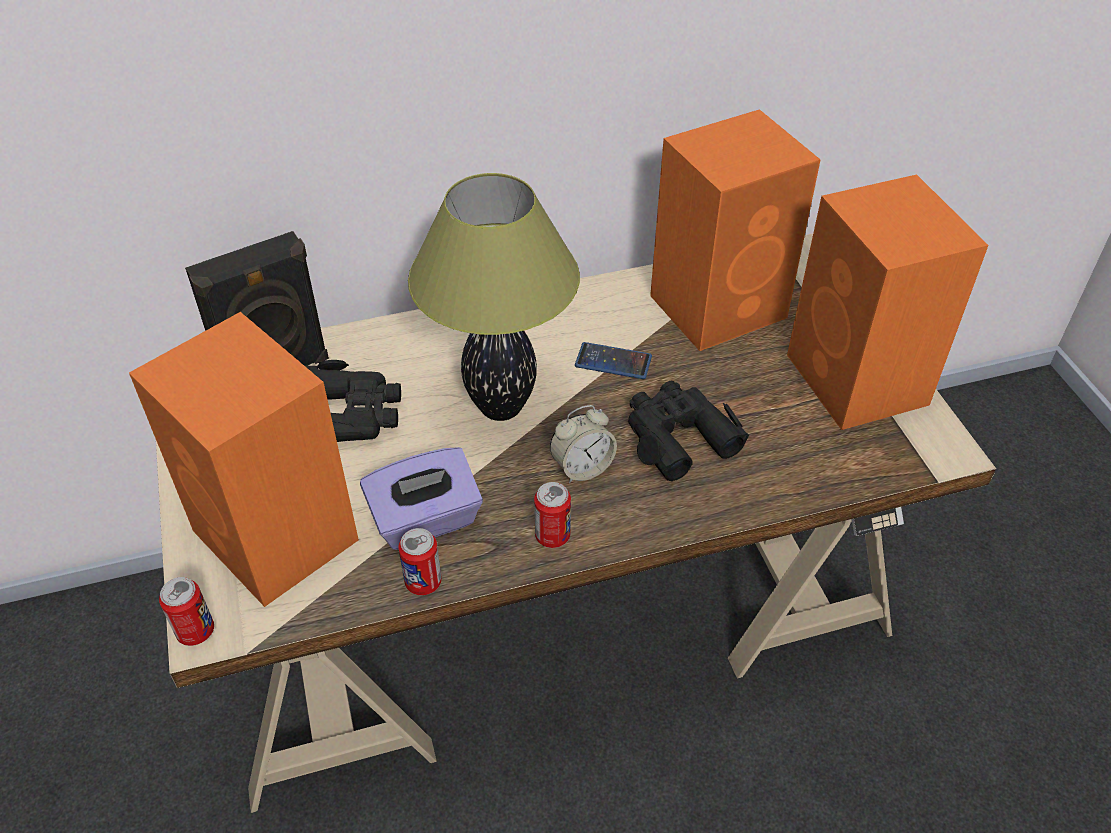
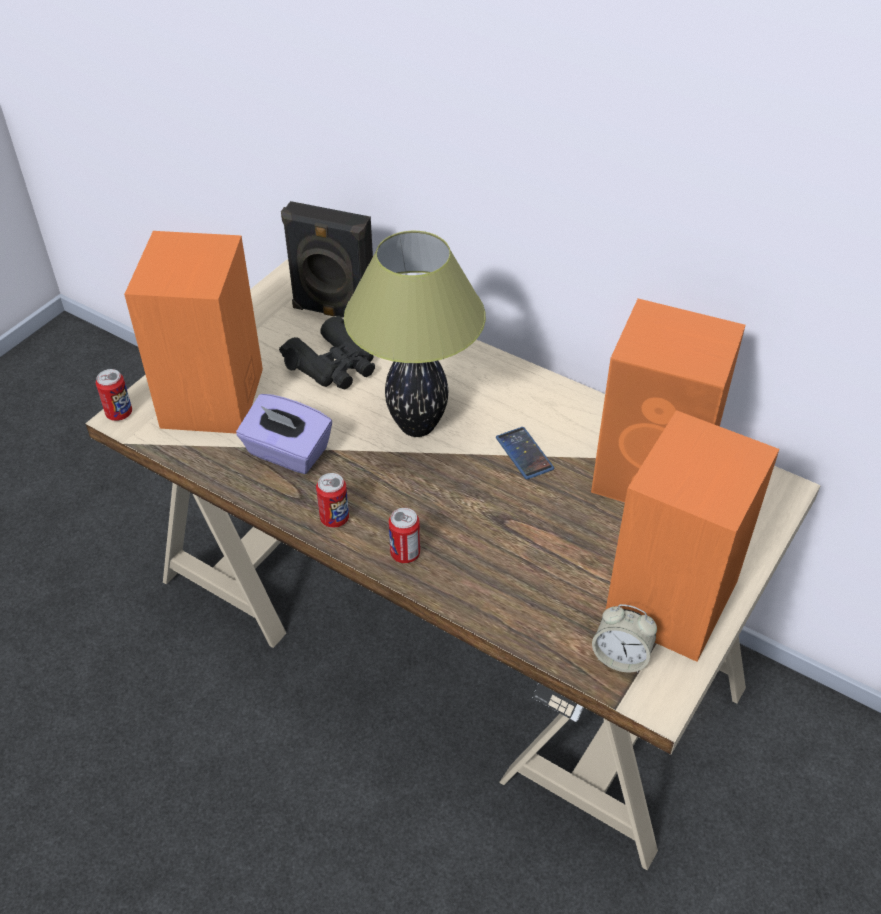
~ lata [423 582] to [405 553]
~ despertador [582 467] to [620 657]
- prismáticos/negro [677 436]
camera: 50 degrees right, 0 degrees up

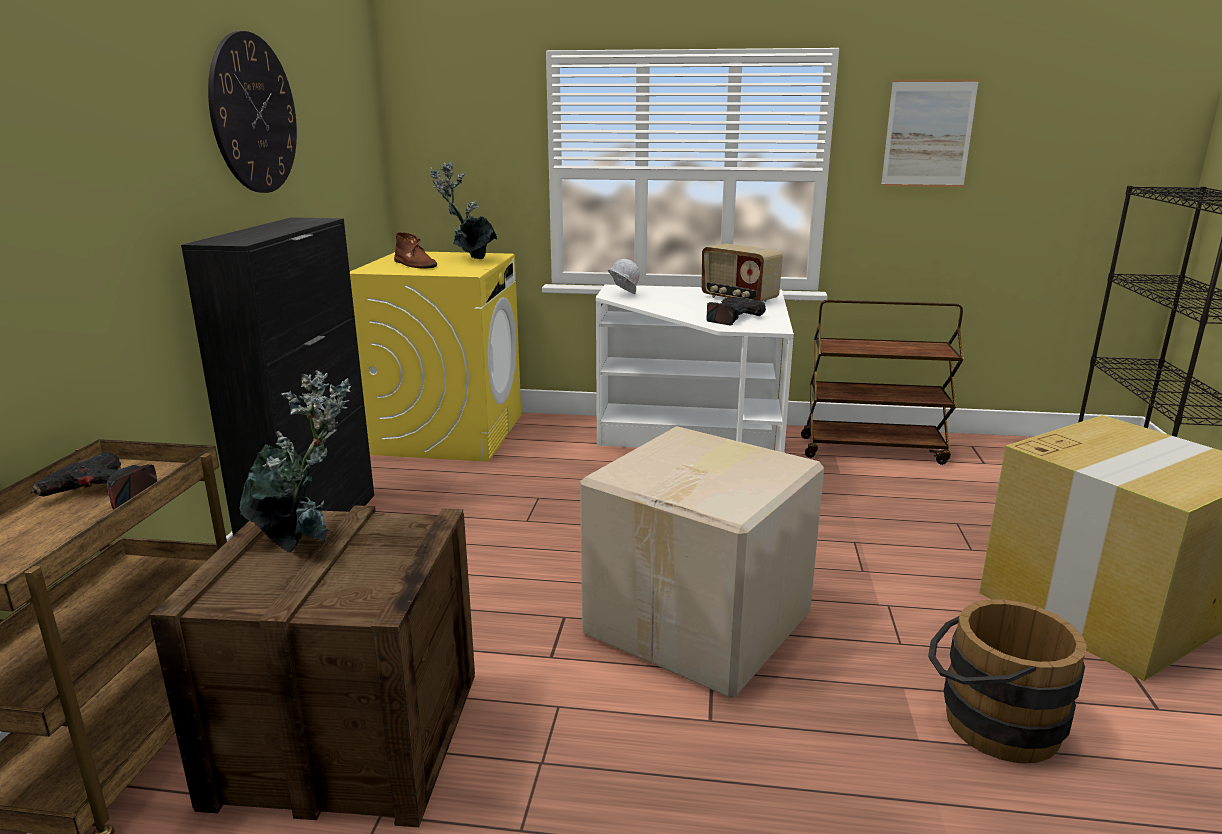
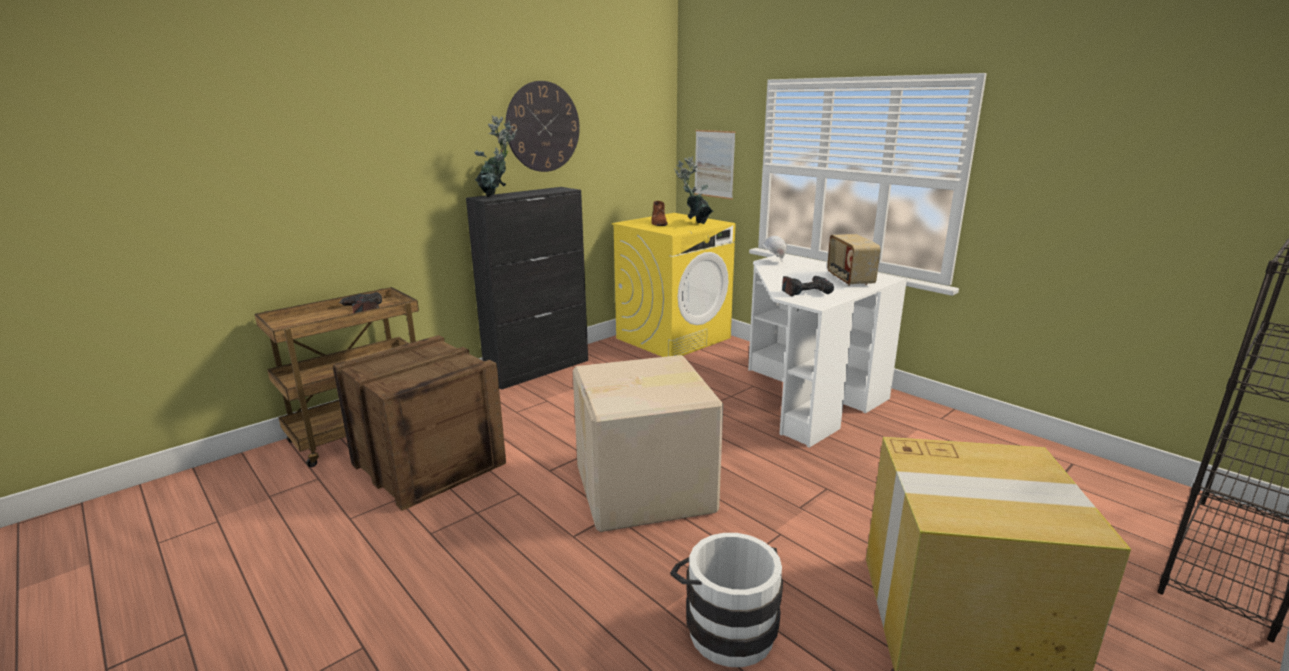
~ planta en maceta [304 542] to [496 196]
- carrito/marrón [873 450]
~ cuadro [928 134] to [714 164]
~ cubo/marrón [989 721] to cubo/blanco [726 626]
camera: 40 degrees right, 0 degrees up

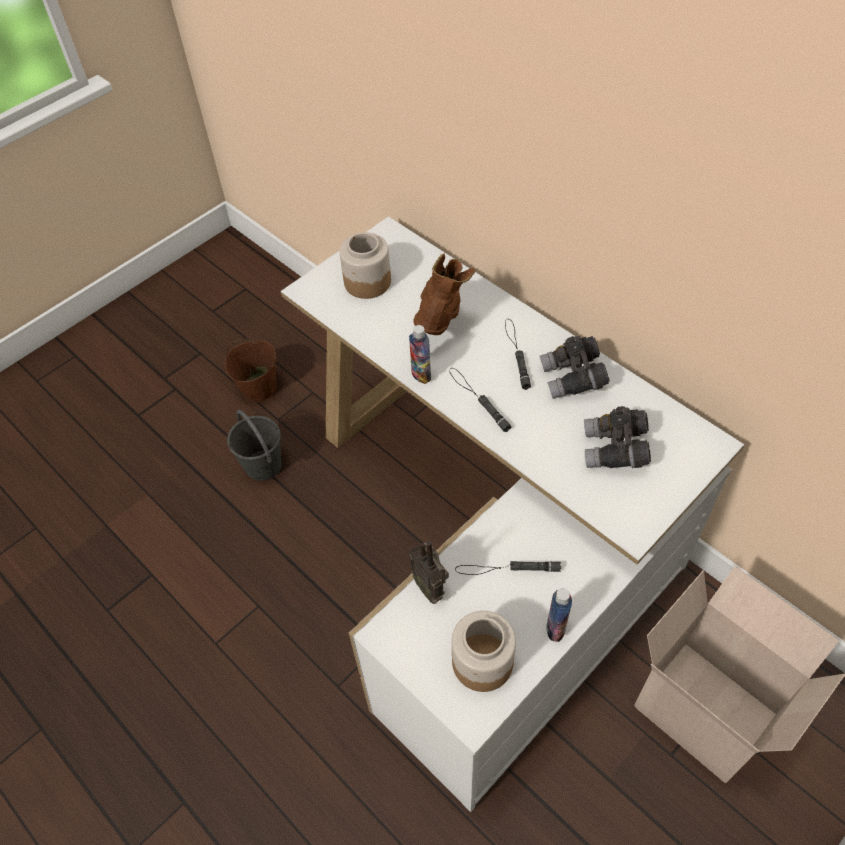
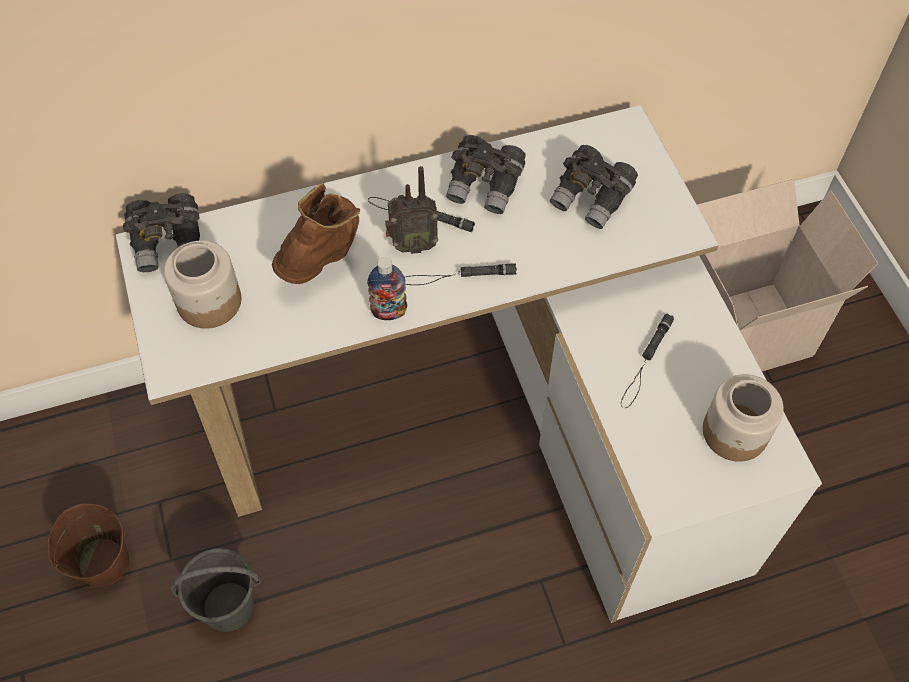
~ radio [430 587] to [412 245]
~ bota/marrón [441 320] = [324 258] 75 degrees clockwise
- botella [555 628]
+ prismáticos/gris [169 243]
camera: 65 degrees left, 5 degrees up

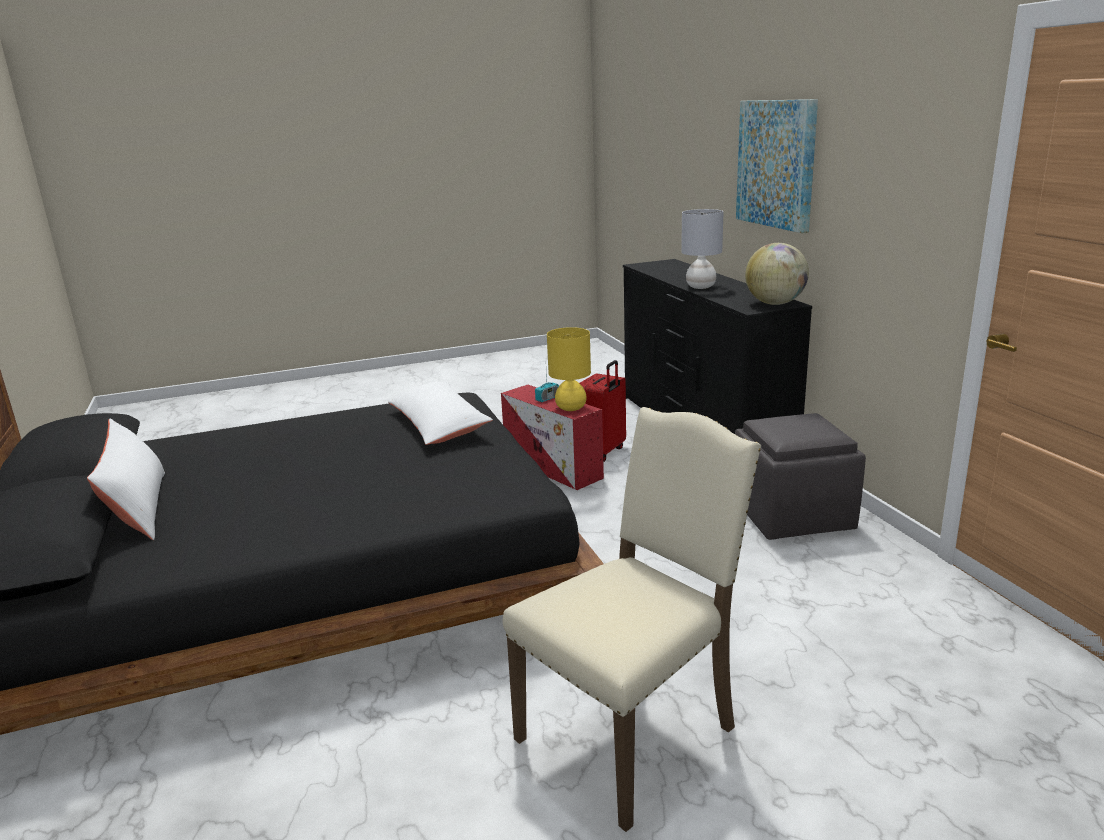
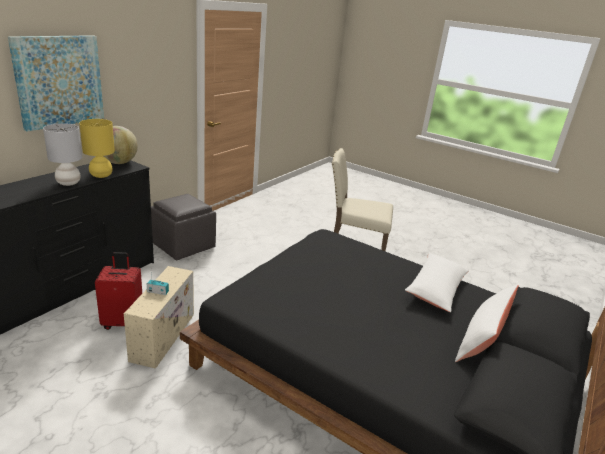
~ cojín/blanco [438 425] to [436 288]
~ caja de almacenaje/rojo [554 468] to caja de almacenaje/beis [163 335]
~ lámpara de mesa/amarillo [570 408] to [101 176]
camera: 130 degrees left, 5 degrees up

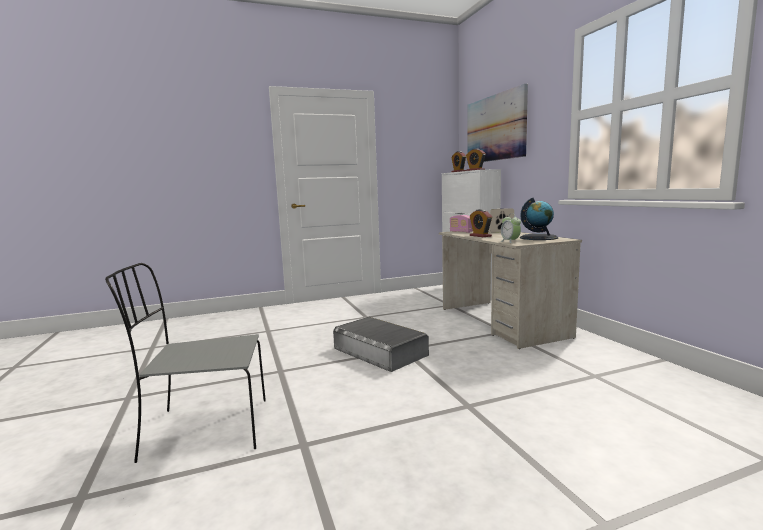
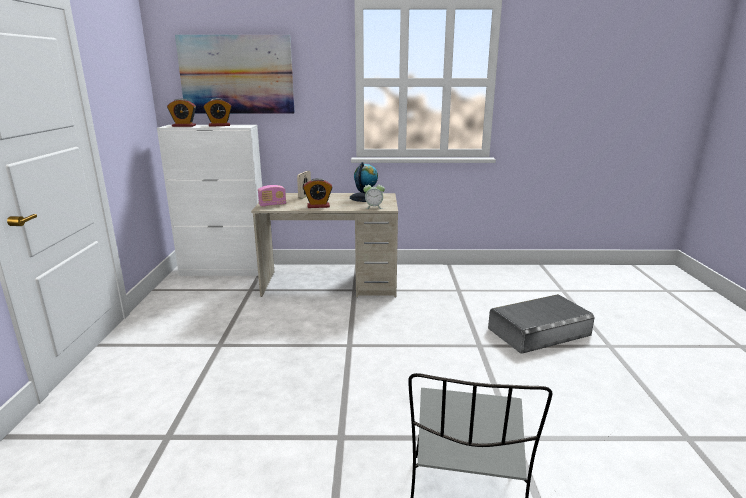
~ caja de almacenaje/gris [380 351] to [538 331]
camera: 70 degrees left, 10 degrees up

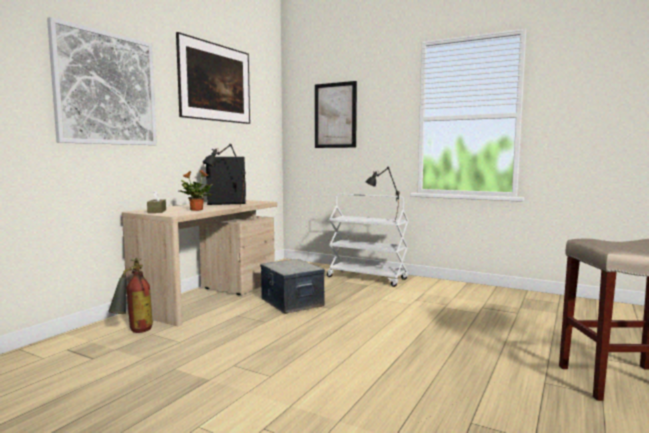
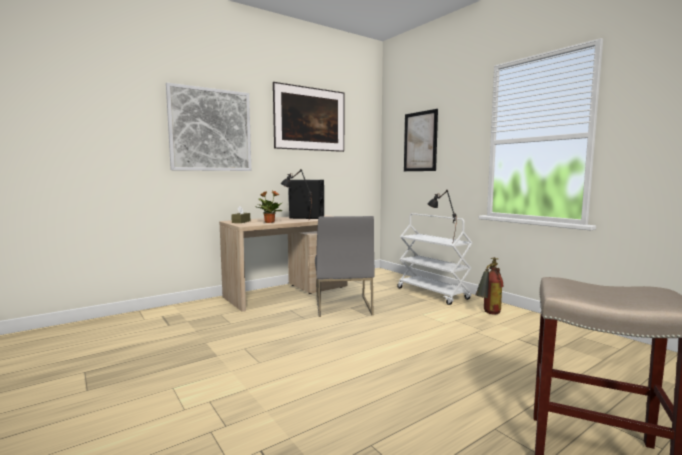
~ extintor [134 332] to [488 313]
~ caja de almacenaje [291 302] to silla/gris [342 306]
camera: 25 degrees right, 0 degrees up

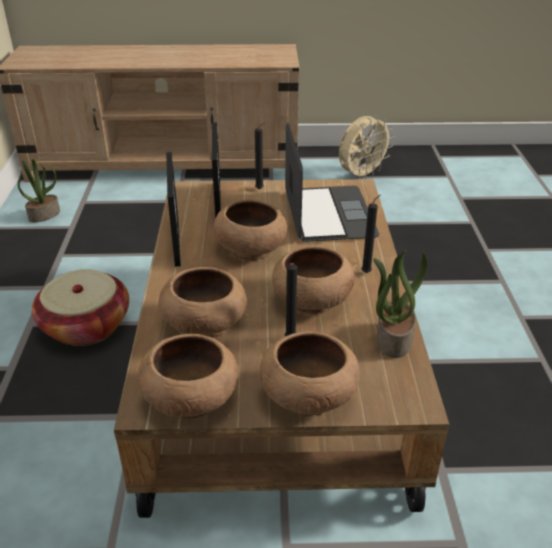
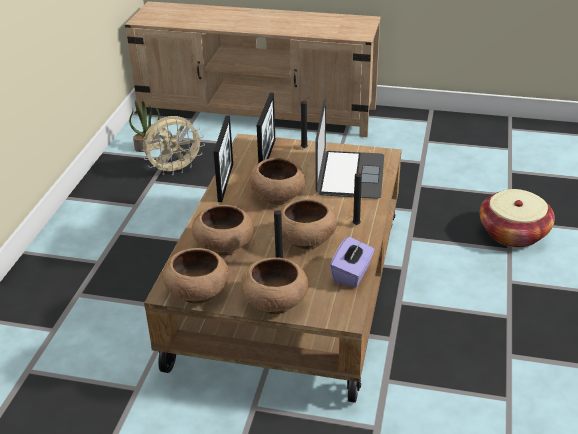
~ cesta [86 326] to [513 233]
~ ventilador/beis [361 175] to [175 170]
~ planta en maceta [393 338] to caja de pañuelos/morado [352 274]
camera: 15 degrees right, 0 degrees up

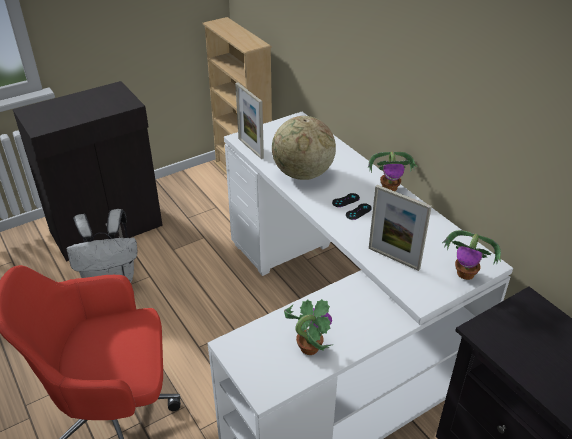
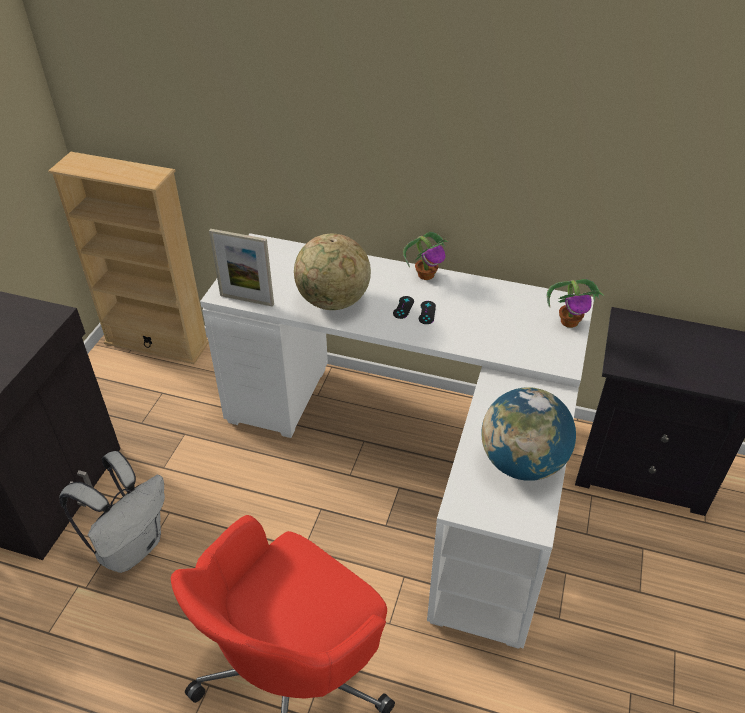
~ planta en maceta [308 347] to globo terráqueo [522 463]
- portarretratos [393 258]
camera: 40 degrees left, 5 degrees up

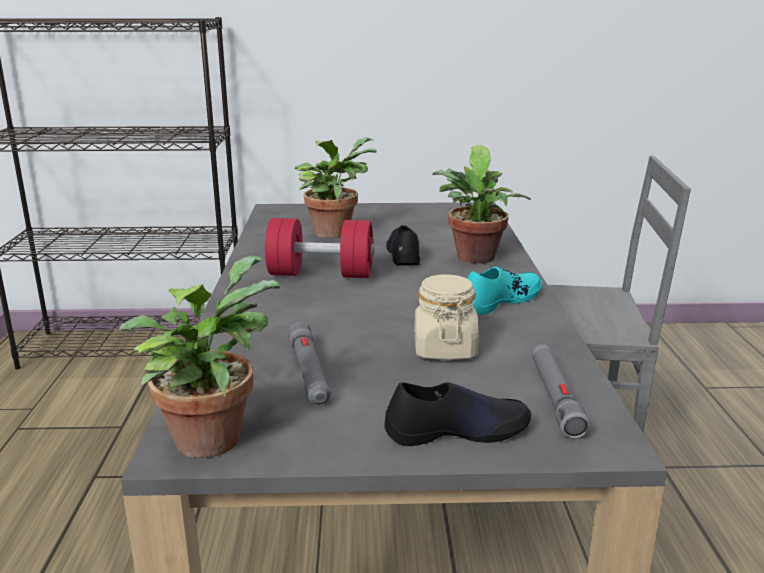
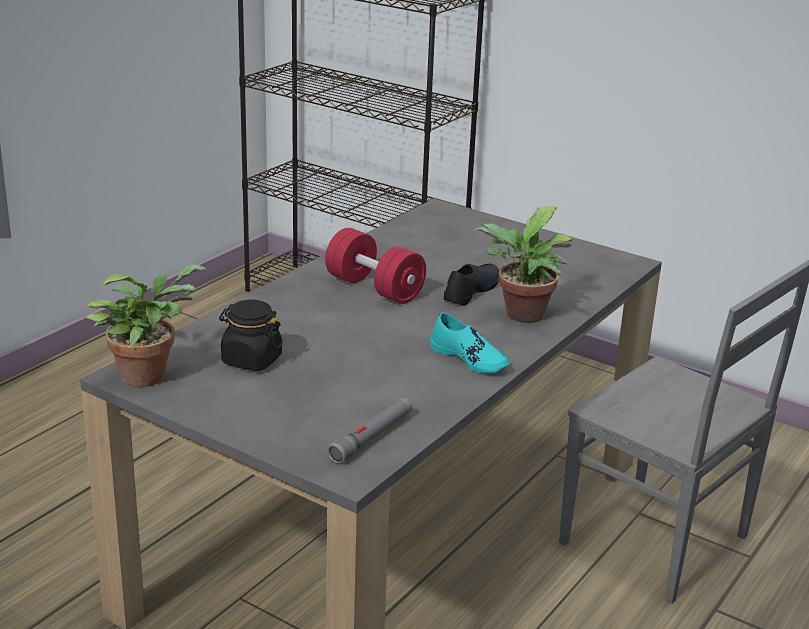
~ linterna/gris [309 373] to tarro/negro [251 360]
- planta en maceta [334 231]
- zapato/negro [457 430]
- tarro/beis [444 349]
~ zapato/turquesa [500 300] = [469 358] 45 degrees clockwise
camera: 35 degrees right, 5 degrees up

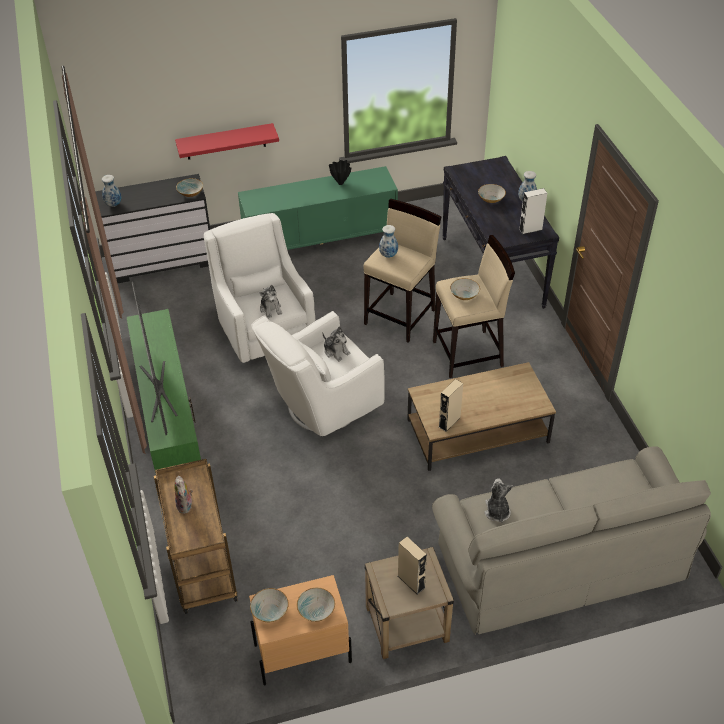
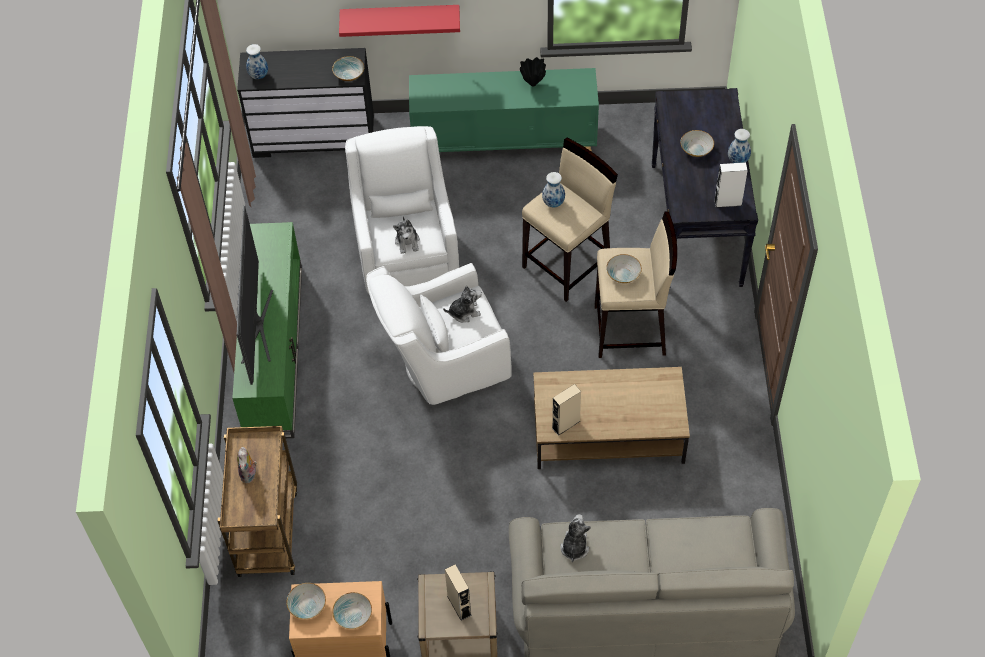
~ peluche [336 351] = [464 312] 75 degrees counterclockwise
camera: 15 degrees right, 10 degrees up

